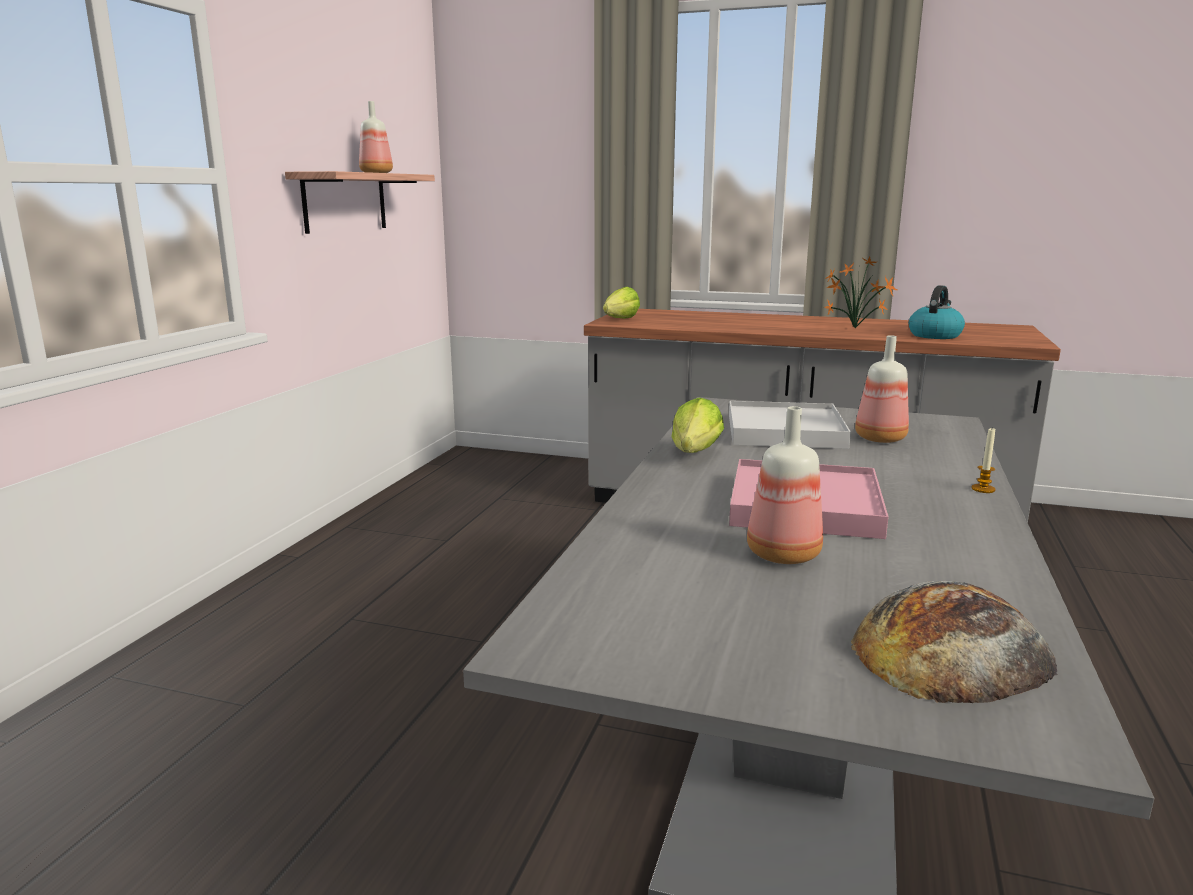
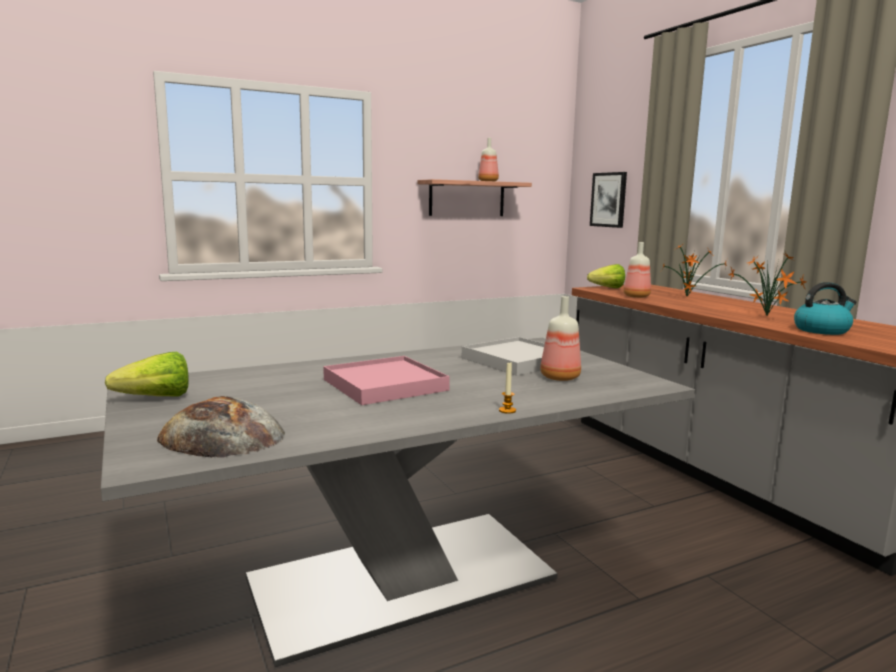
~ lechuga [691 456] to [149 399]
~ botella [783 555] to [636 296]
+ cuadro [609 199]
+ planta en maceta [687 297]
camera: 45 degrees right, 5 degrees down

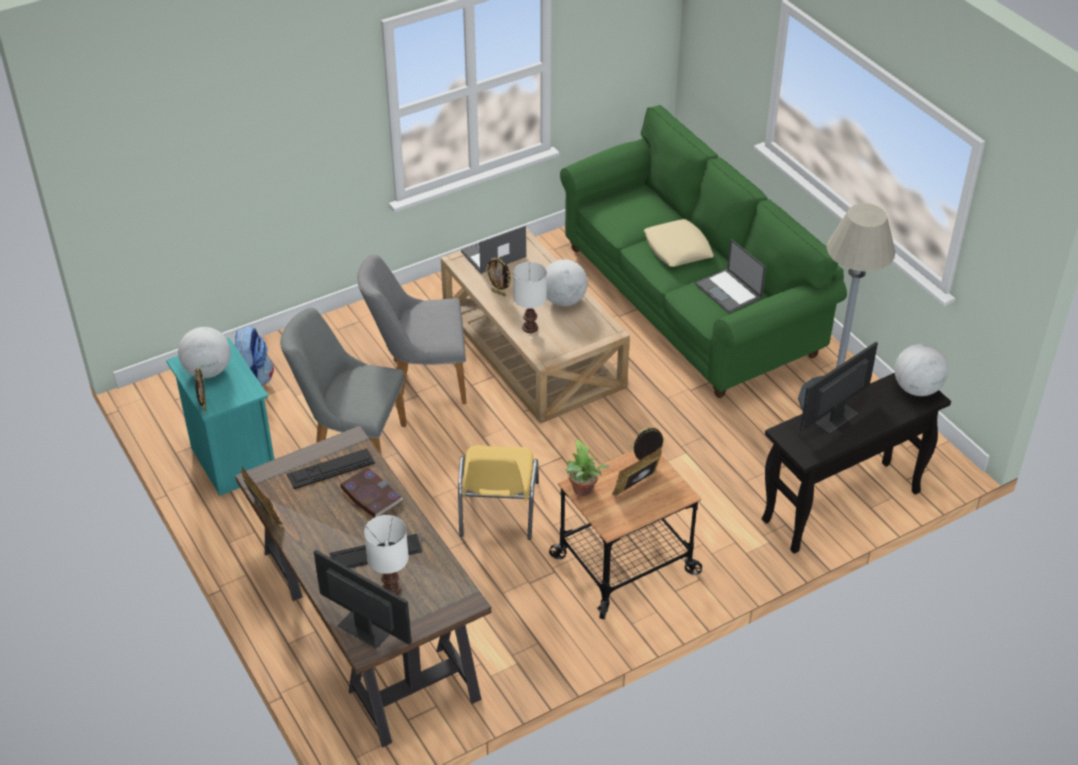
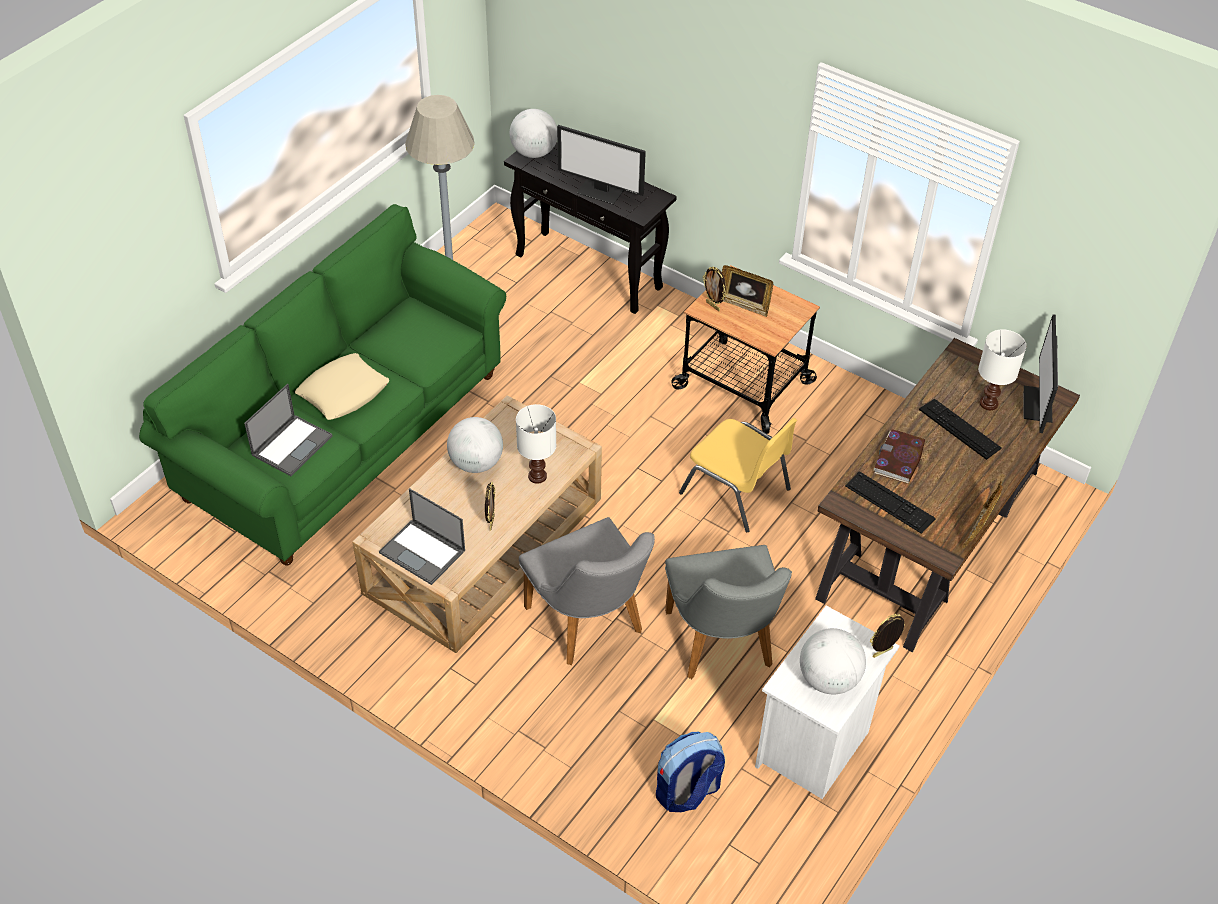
~ mesita de noche/turquesa [231 460] to mesita de noche/blanco [814 748]
~ silla/amarillo [497 510] = [737 491] 60 degrees clockwise
- planta en maceta [583 491]
~ portátil [729 291] to [292 445]
camera: 115 degrees left, 5 degrees up

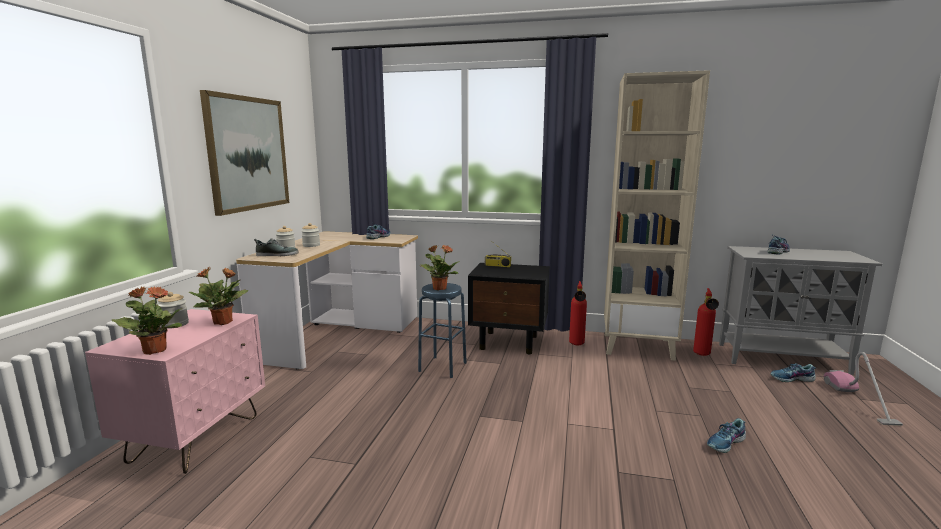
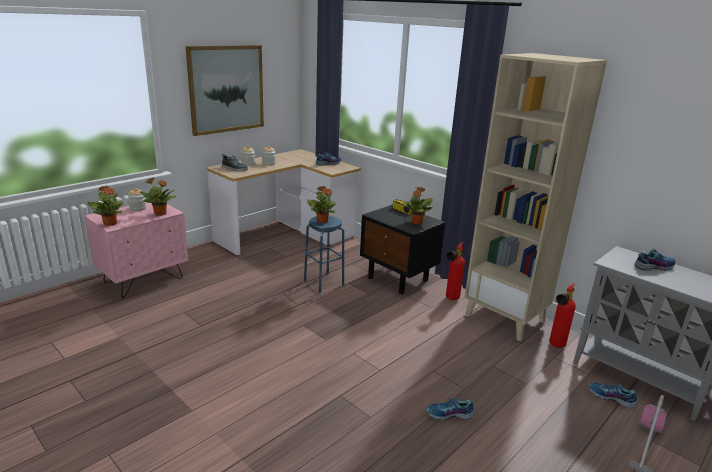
+ planta en maceta [416 223]
camera: 30 degrees right, 10 degrees up

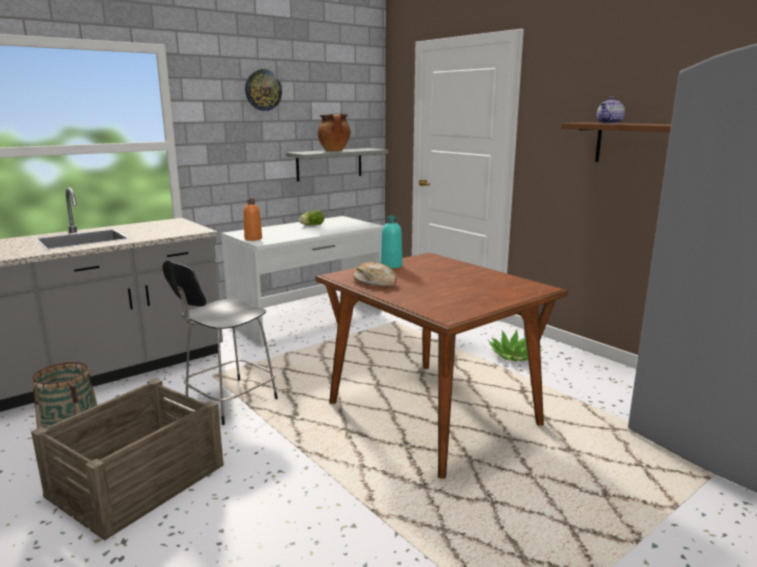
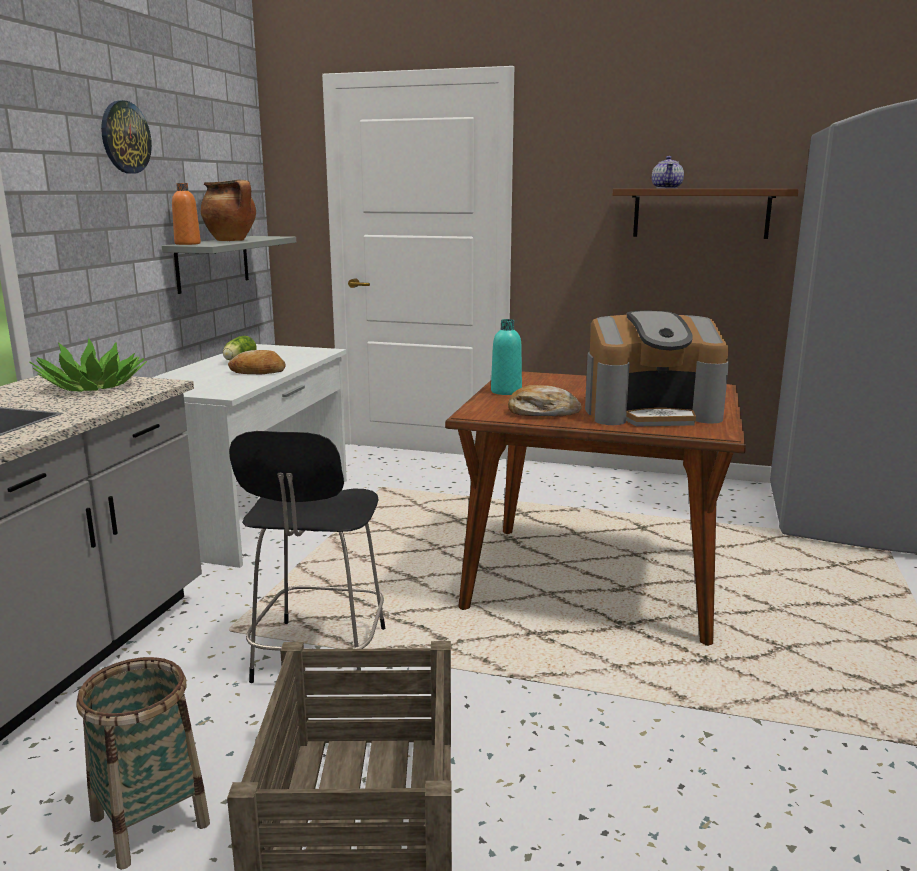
~ botella/naranja [253 239] to [187 244]
~ planta en maceta [514 356] to [93 386]
+ pan [258 372]
+ cafetera [651 412]
camera: 35 degrees left, 0 degrees up

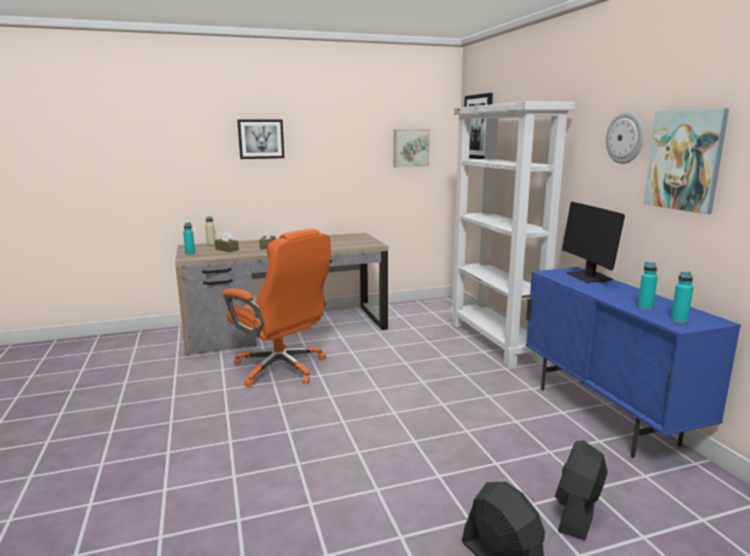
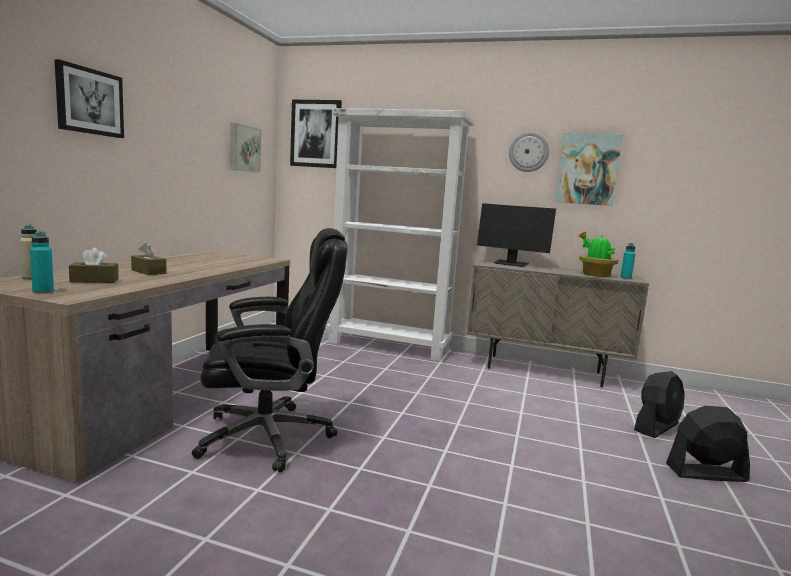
~ silla de oficina/naranja [281 368] to silla de oficina/negro [269 436]
~ armario/azul [604 415] to armario/beis [544 370]
~ ventilador/negro [577 513] = [656 427] 105 degrees counterclockwise
~ botella/turquesa [645 308] to planta en maceta [594 275]
camera: 55 degrees left, 5 degrees down

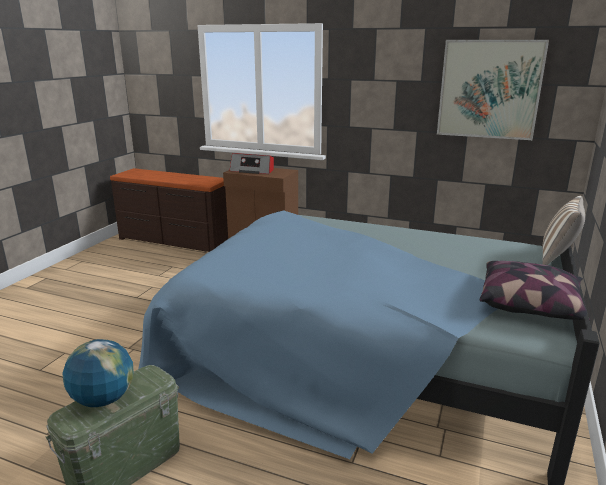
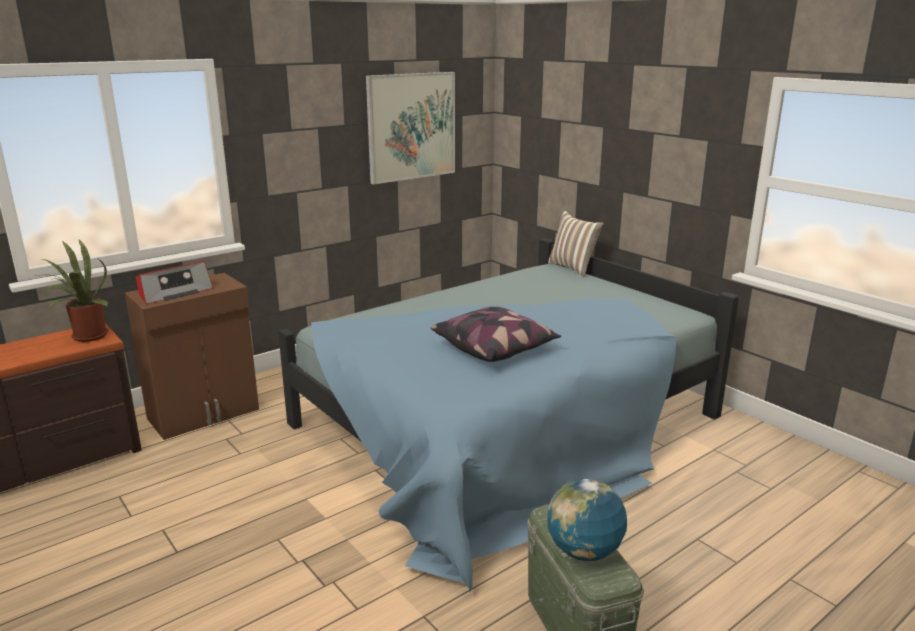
~ cojín [530 304] to [495 348]
+ planta en maceta [86 337]
camera: 60 degrees left, 0 degrees up

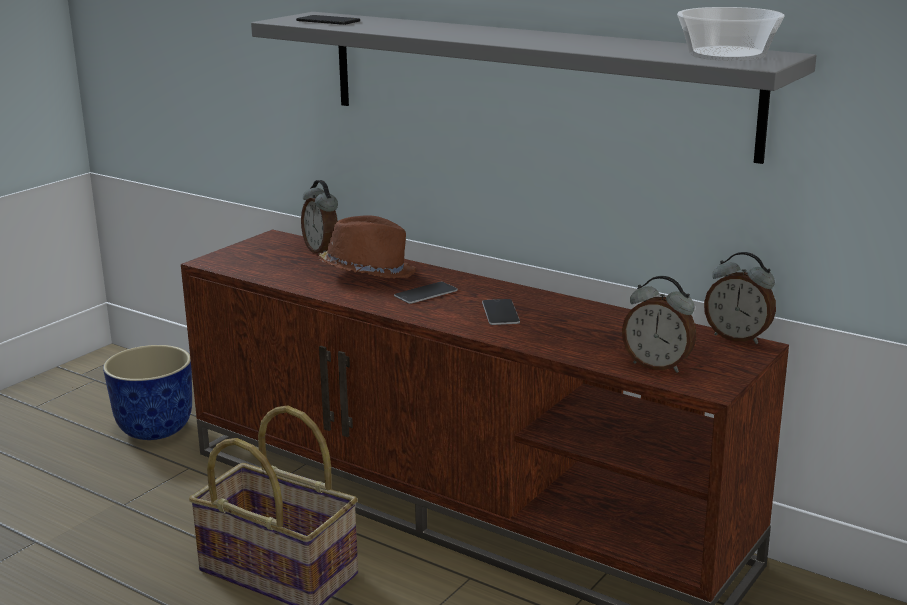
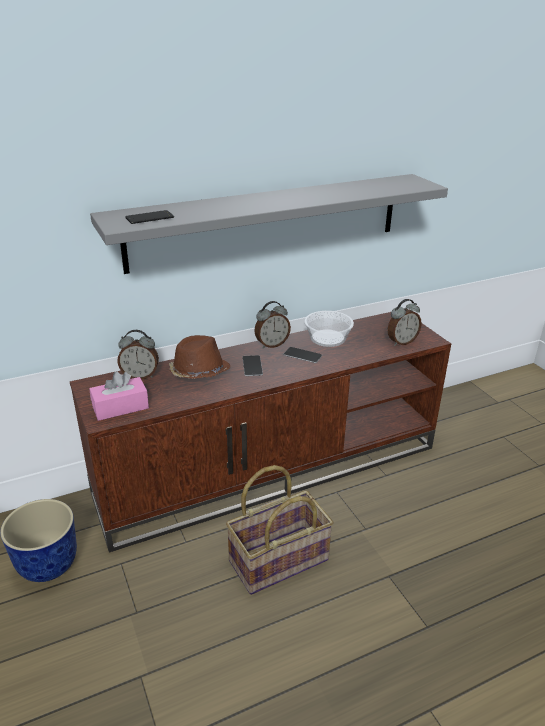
~ cuenco [725 54] to [327 338]
~ despertador [737 337] to [271 344]
+ caja de pañuelos/rosa [120 407]
camera: 60 degrees left, 10 degrees up

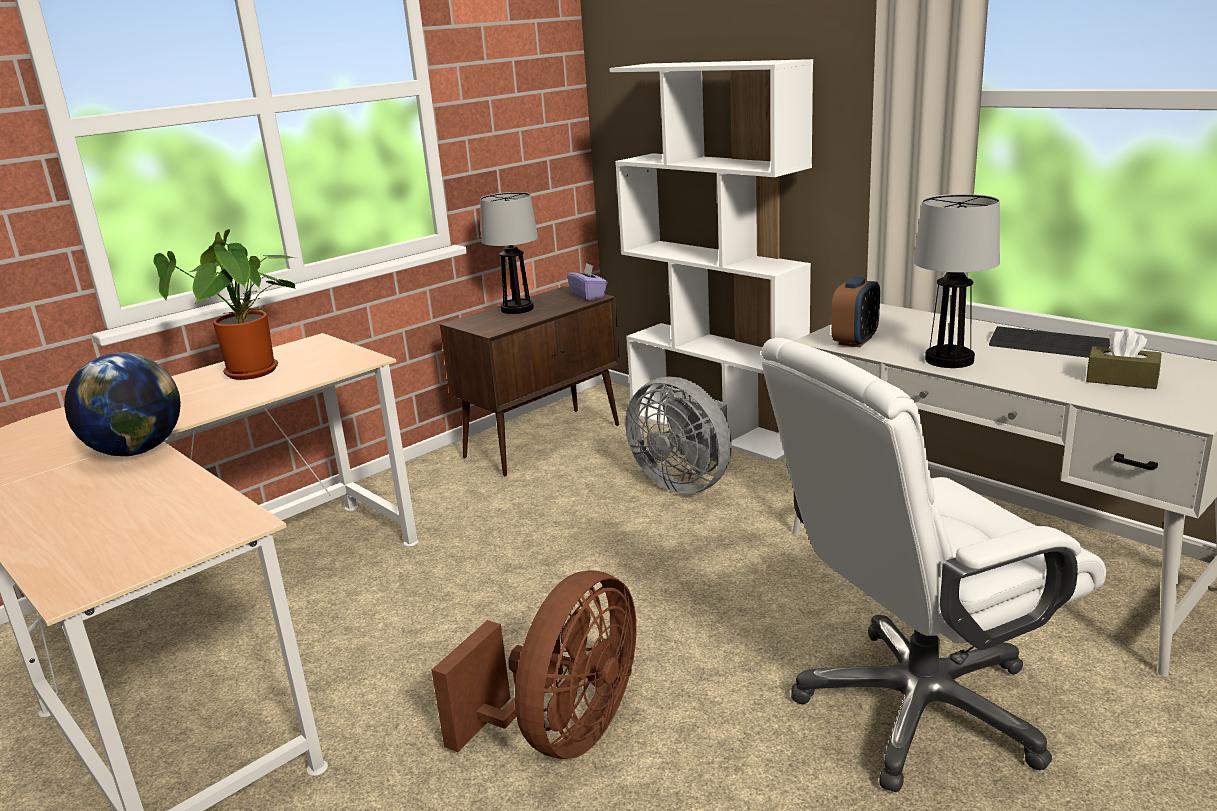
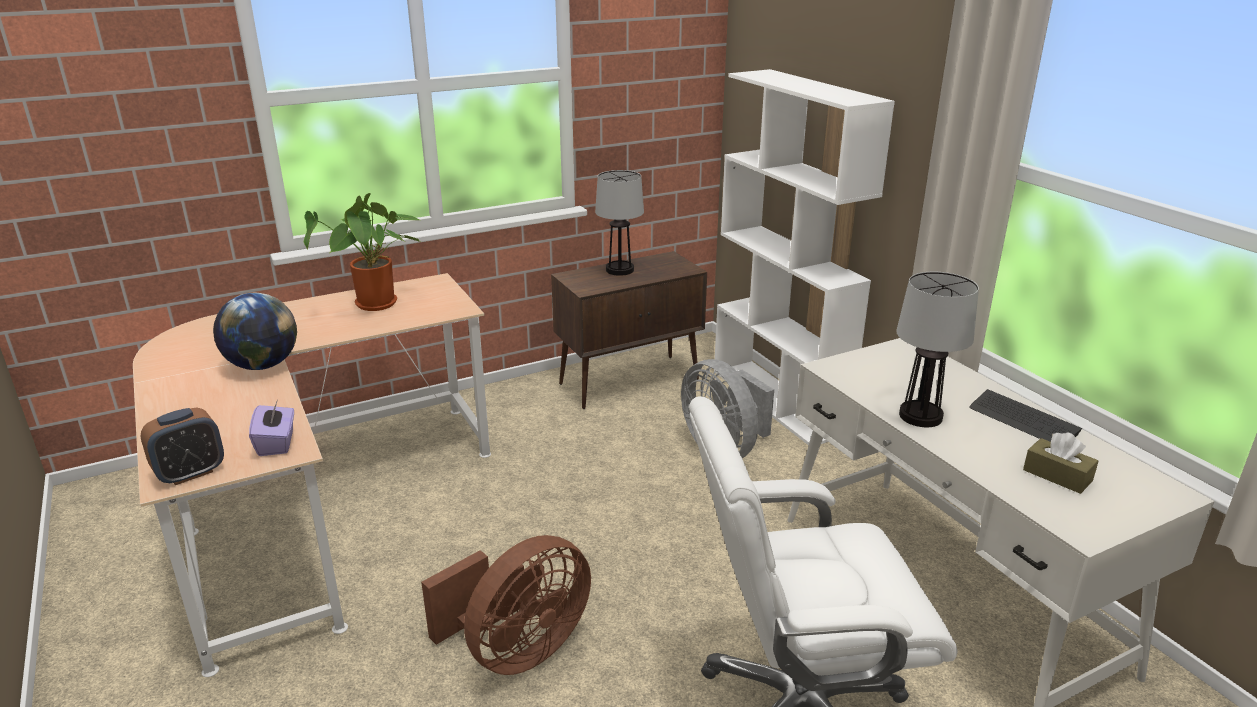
~ caja de pañuelos/morado [588 296] to [277 443]
~ despertador [855 341] to [190 473]
camera: 15 degrees right, 5 degrees up

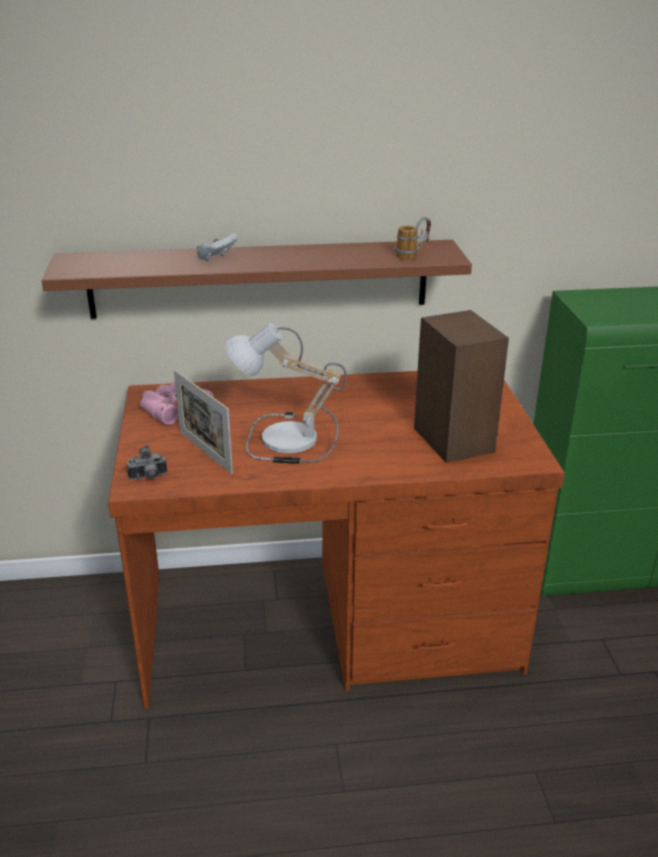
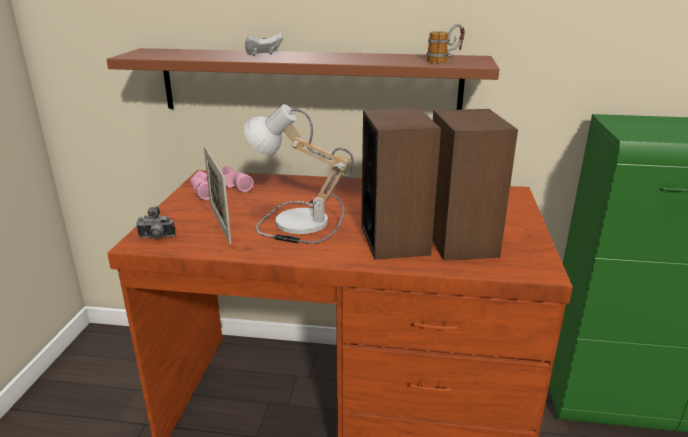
+ altavoz [395 240]
camera: 15 degrees right, 5 degrees down

